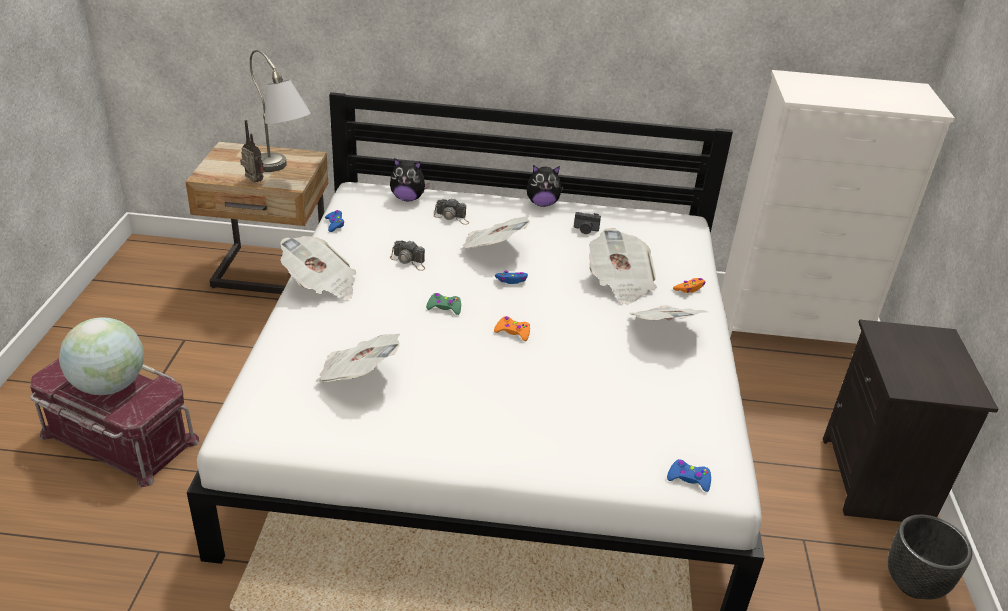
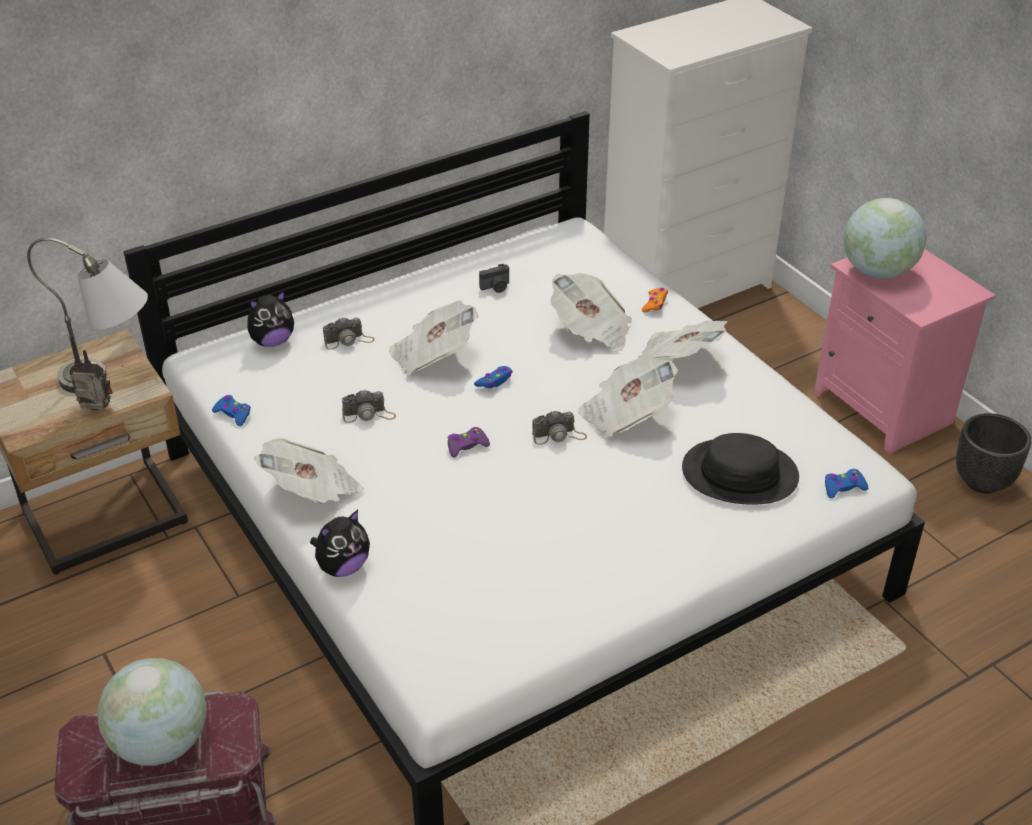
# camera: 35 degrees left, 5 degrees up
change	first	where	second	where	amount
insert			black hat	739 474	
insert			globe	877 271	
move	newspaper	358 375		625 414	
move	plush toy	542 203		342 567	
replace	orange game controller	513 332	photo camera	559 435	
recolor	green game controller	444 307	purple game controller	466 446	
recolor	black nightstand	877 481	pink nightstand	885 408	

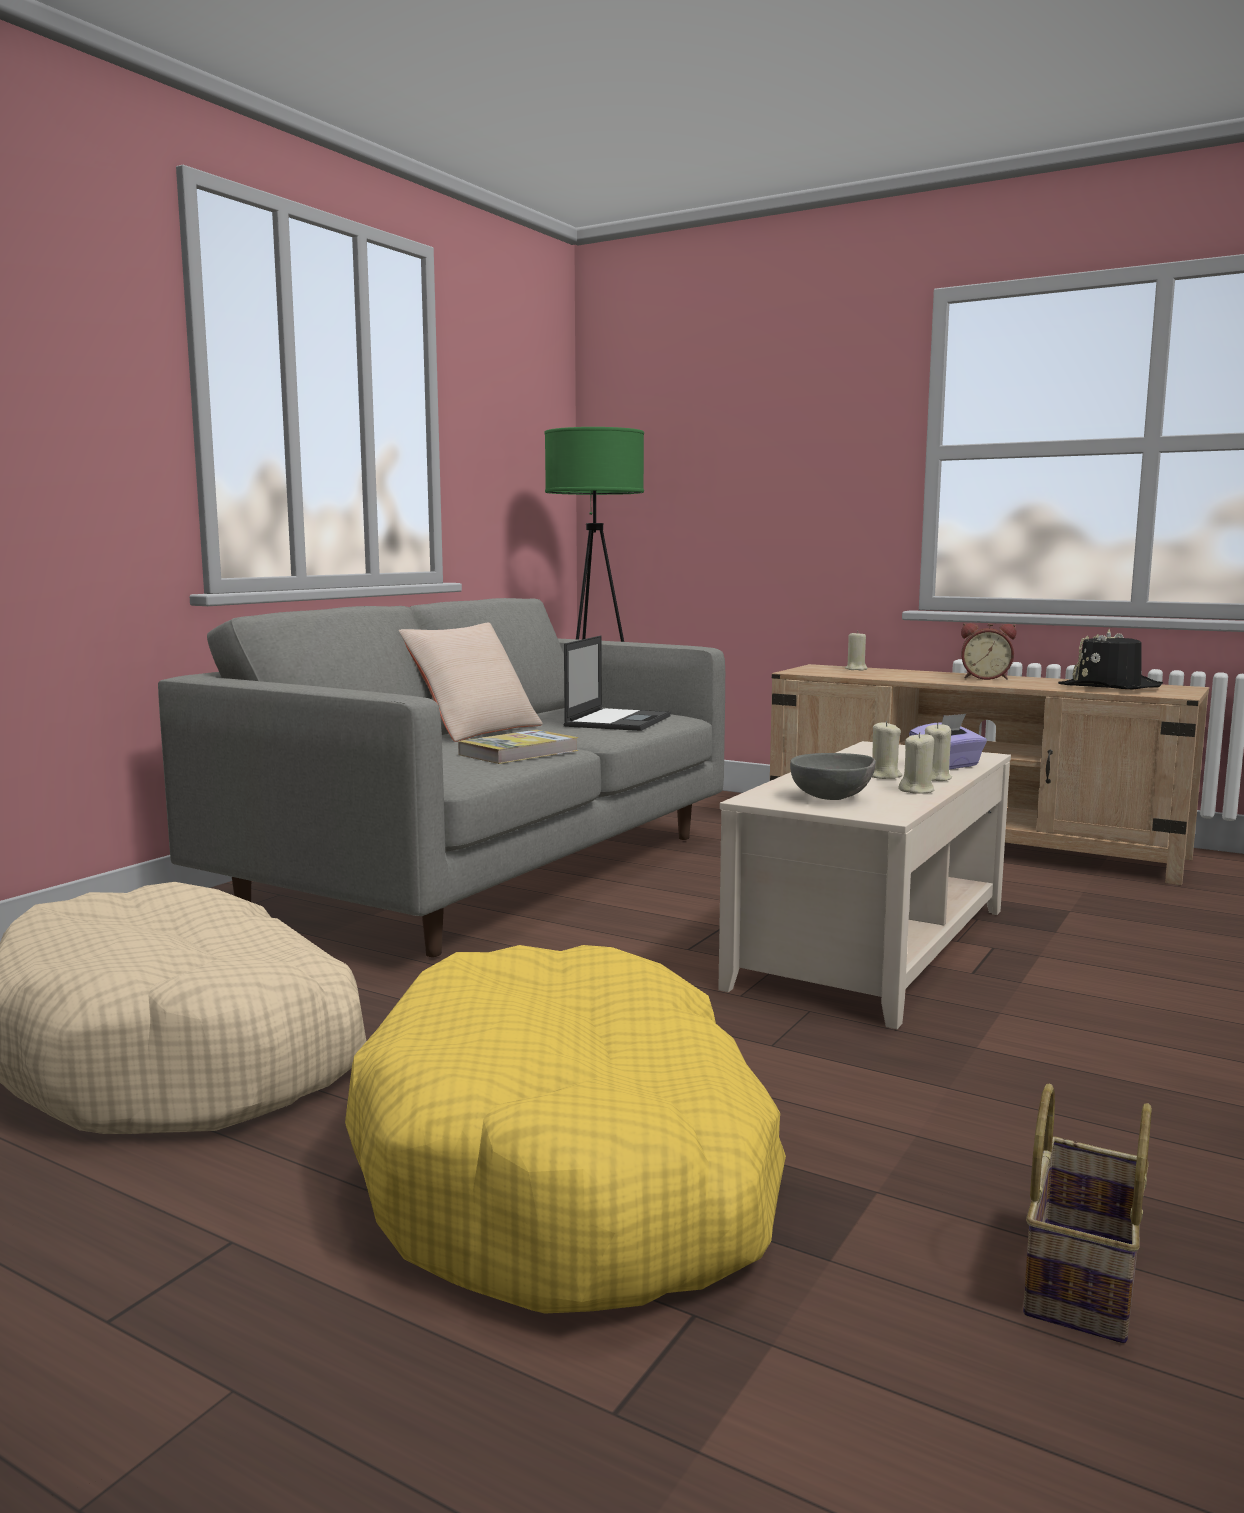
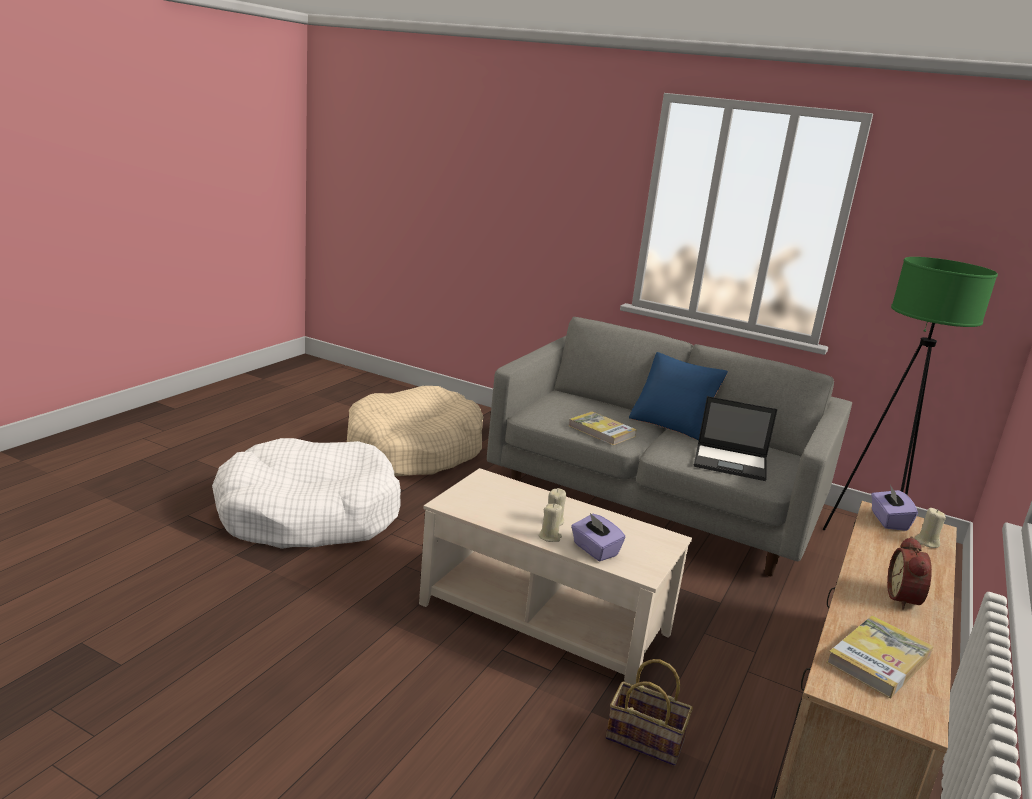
# camera: 85 degrees right, 10 degrees up
change	first	where	second	where	amount
delete	grey bowl	833 798			
delete	beige candle	917 790			
insert			purple tissue box	888 521	
move	basket	1079 1276		647 740	
replace	black hat	1109 687	book	878 659	
recolor	yellow dog bed	571 1171	white dog bed	308 514	
recolor	beige pillow	474 730	blue pillow	672 423	

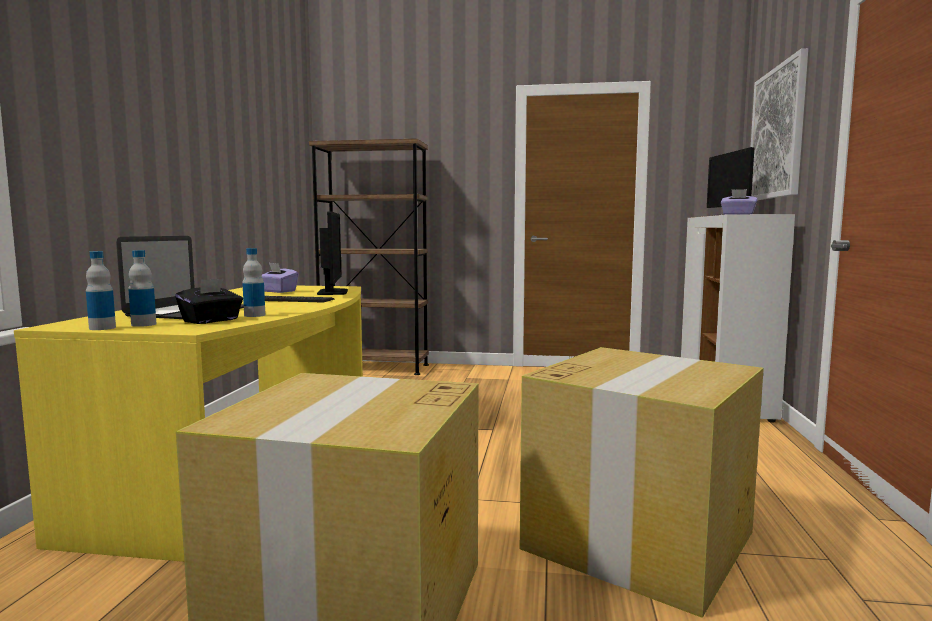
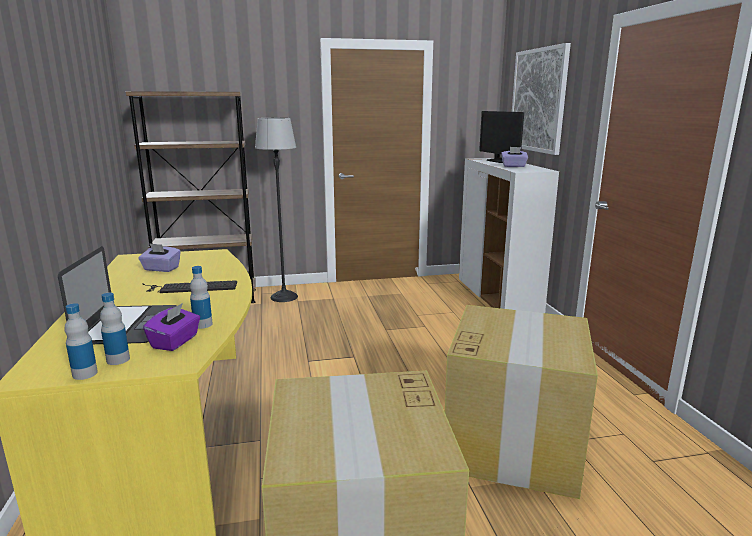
# camera: 20 degrees left, 10 degrees up
change	first	where	second	where	amount
delete	monitor	332 292			
insert			floor lamp	284 297	
recolor	black tissue box	211 320	purple tissue box	175 342	

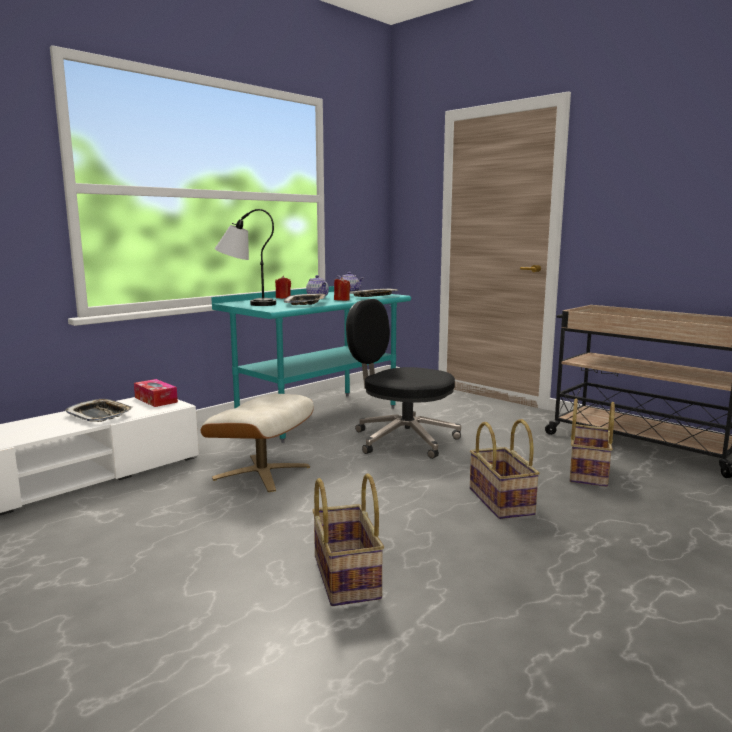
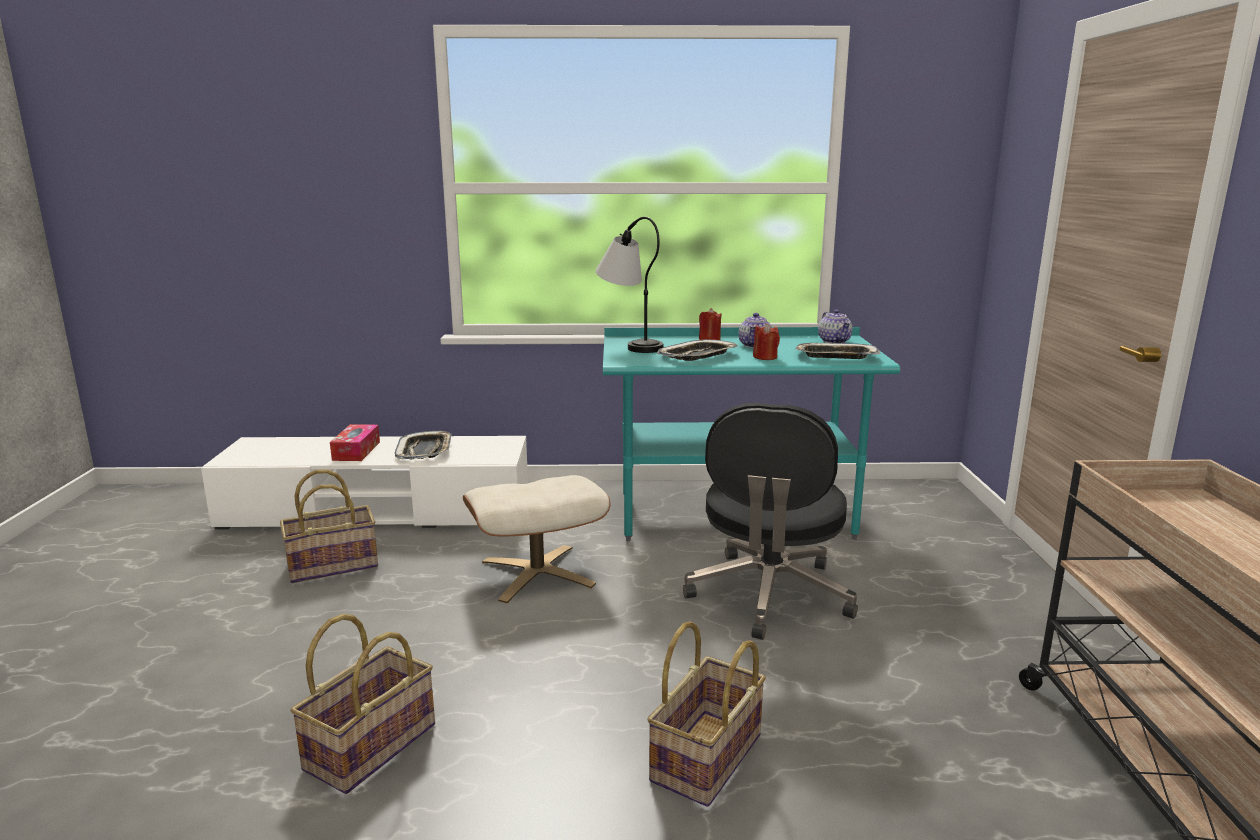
# camera: 45 degrees right, 5 degrees up
change	first	where	second	where	amount
move	tissue box	156 400		356 451	
move	basket	587 472		333 565	
rotate	black office chair	402 439		769 595	150 degrees counterclockwise

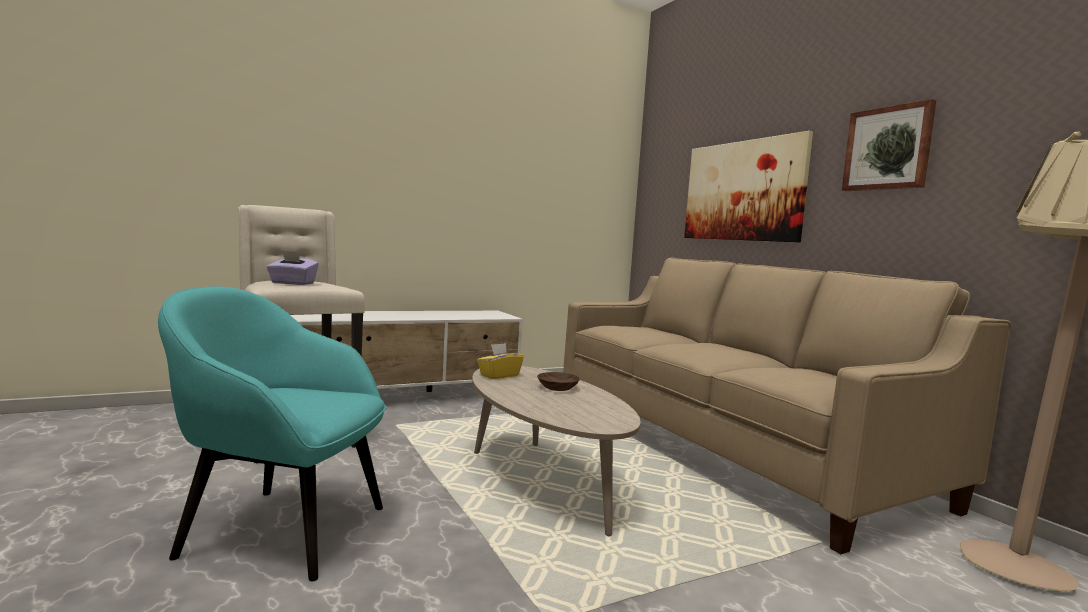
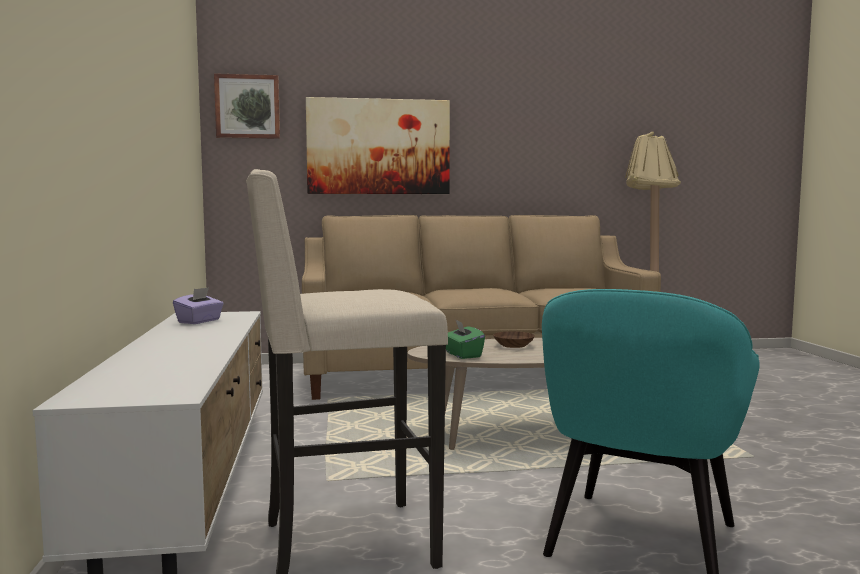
# camera: 70 degrees left, 0 degrees up
change	first	where	second	where	amount
move	purple tissue box	292 283		199 321	
move	picture	888 149		247 107	
recolor	yellow tissue box	499 375	green tissue box	462 355	

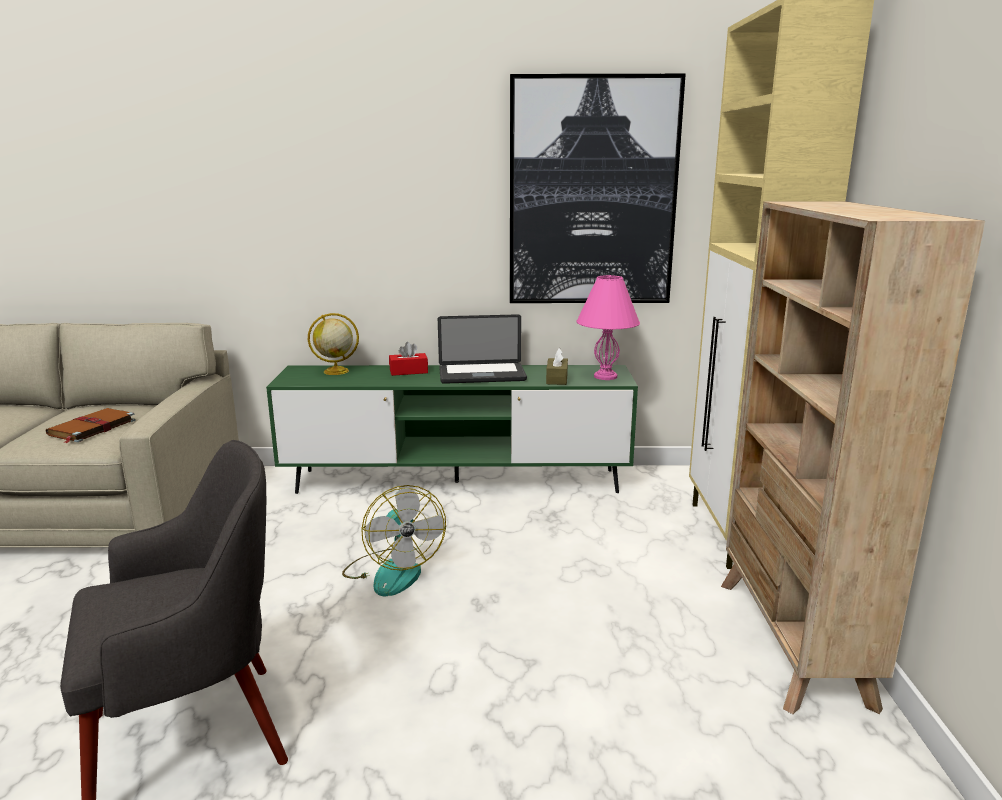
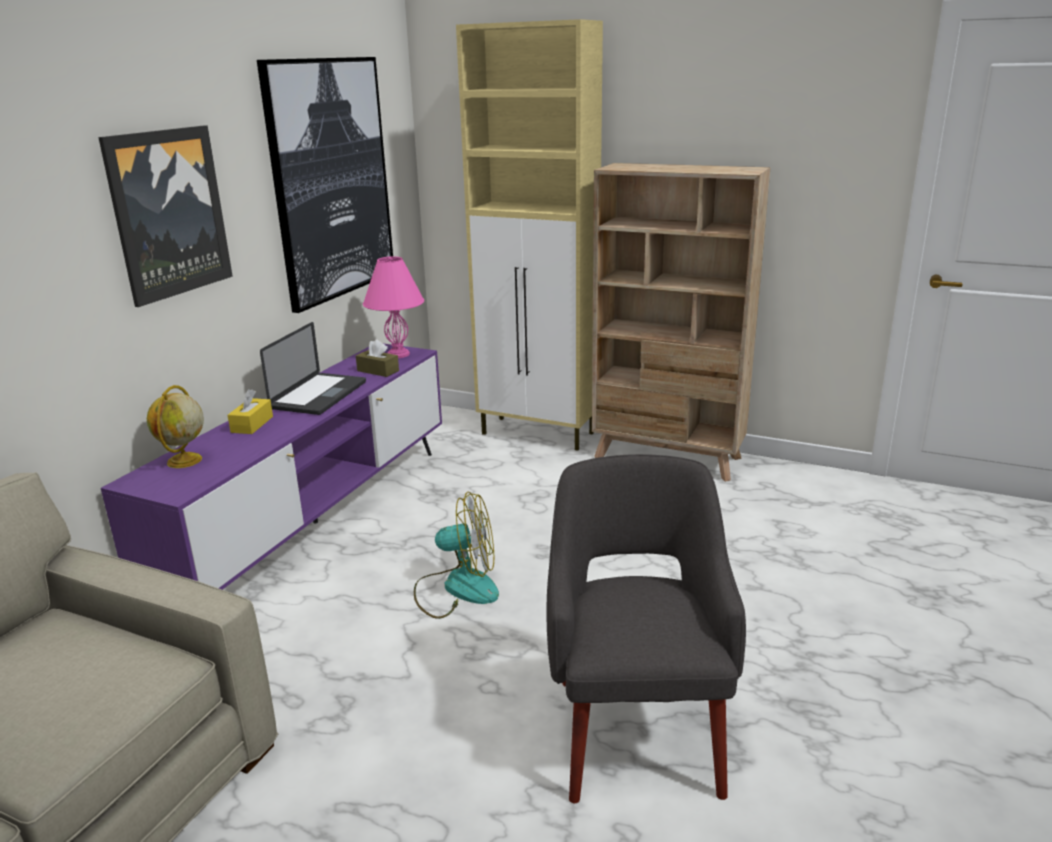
# camera: 65 degrees left, 5 degrees up
change	first	where	second	where	amount
delete	brown book	91 428			
insert			picture	168 213	
recolor	green tv stand	456 482	purple tv stand	316 522	
recolor	red tissue box	408 371	yellow tissue box	252 424	

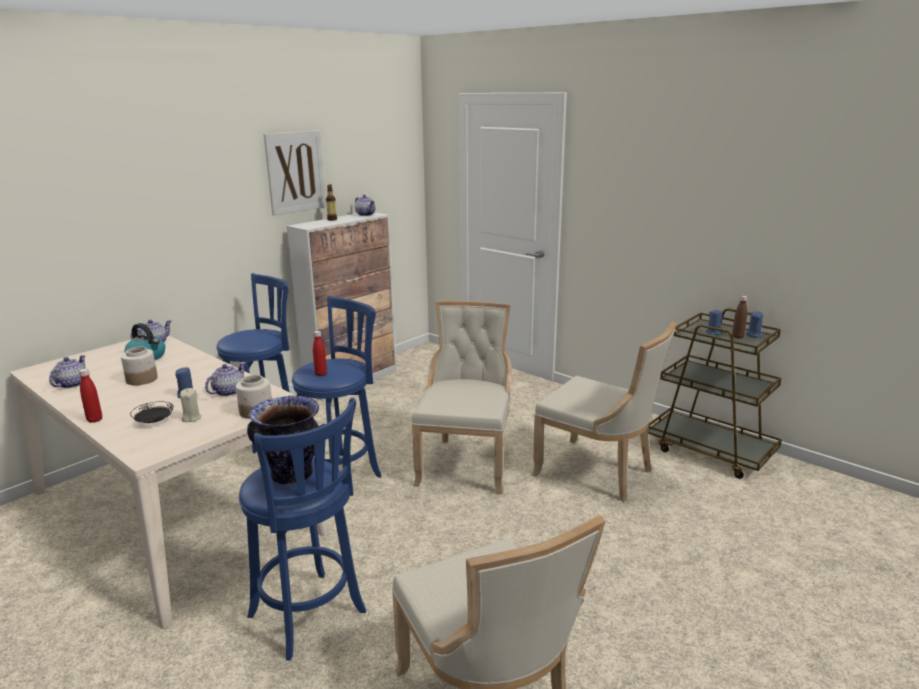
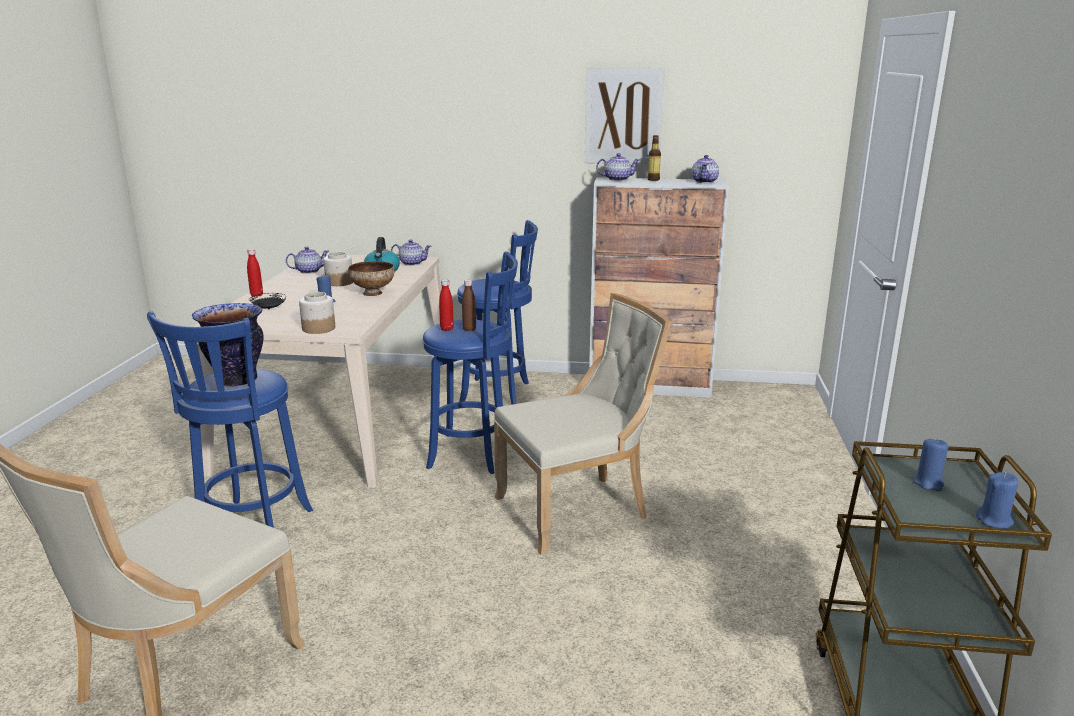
# camera: 55 degrees right, 0 degrees up
change	first	where	second	where	amount
delete	beige candle	191 418			
delete	beige chair	598 472			
insert			bowl	373 293	
move	teapot	227 392		617 179	
move	brown bottle	738 337		469 329	

